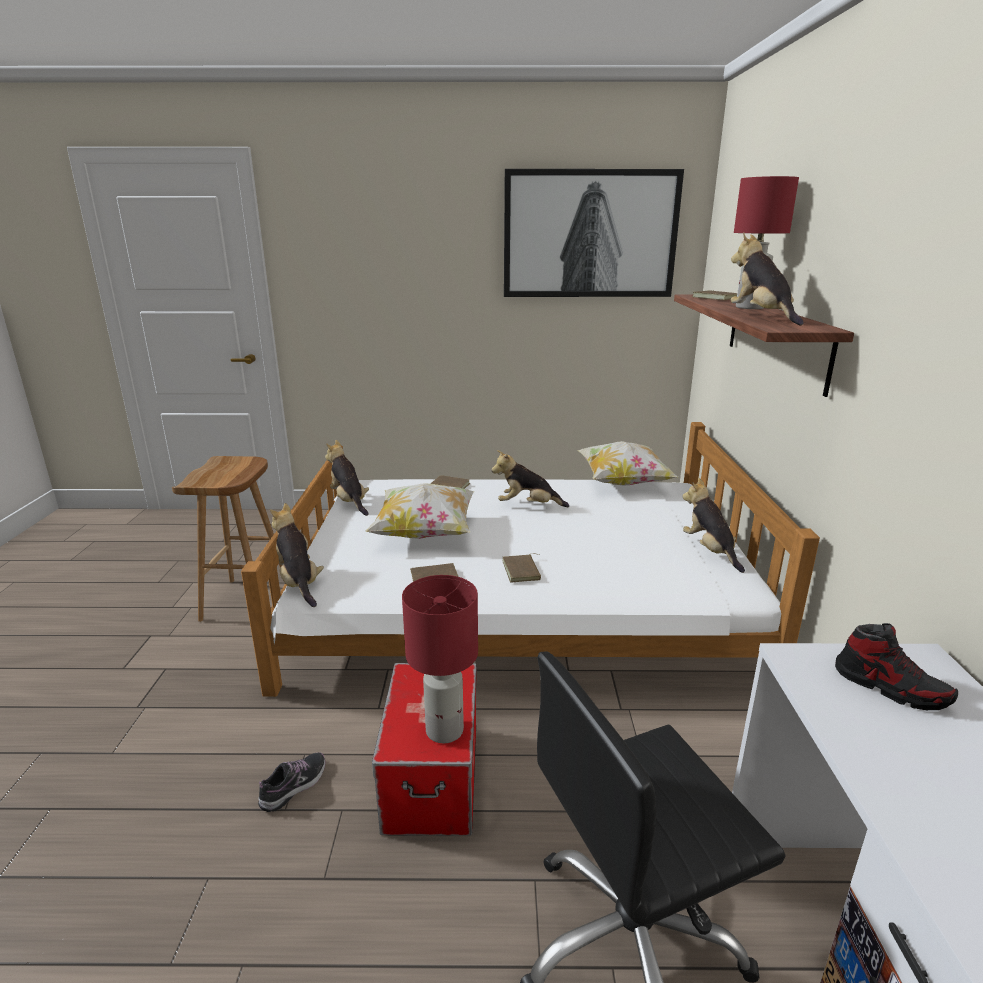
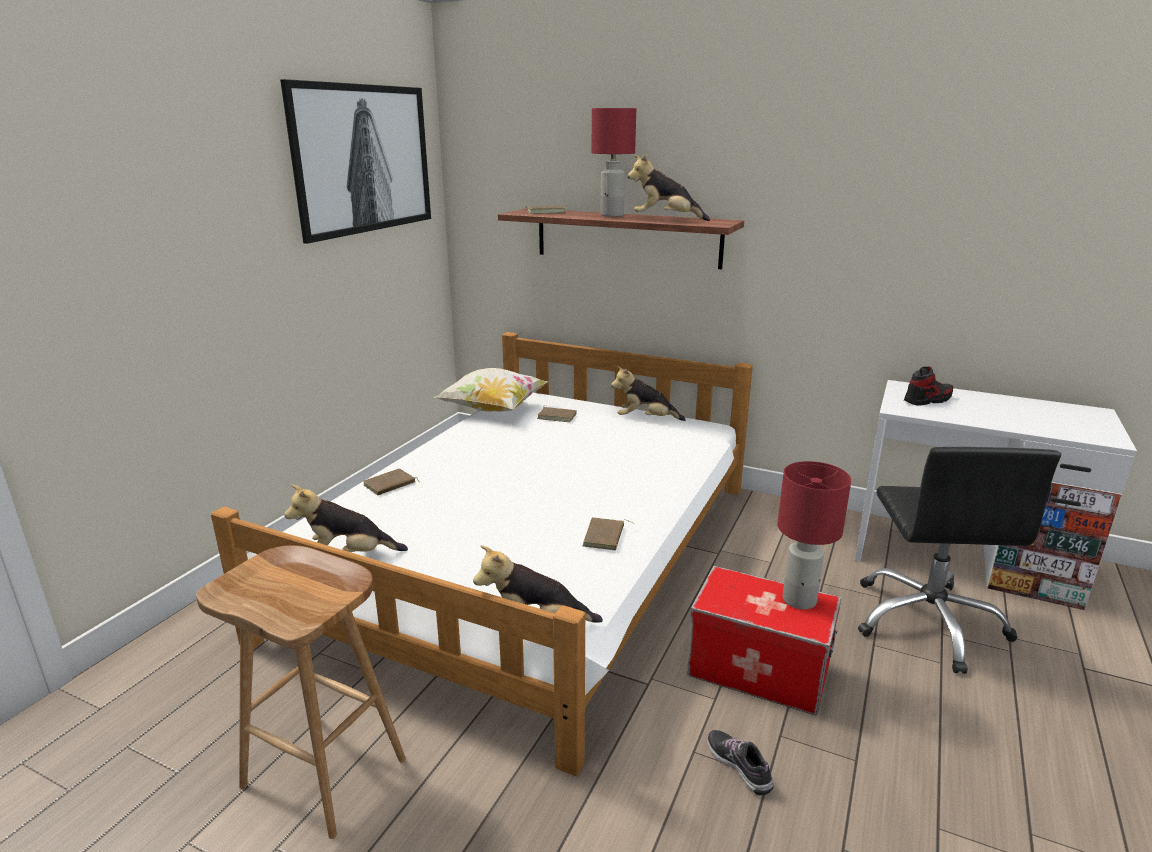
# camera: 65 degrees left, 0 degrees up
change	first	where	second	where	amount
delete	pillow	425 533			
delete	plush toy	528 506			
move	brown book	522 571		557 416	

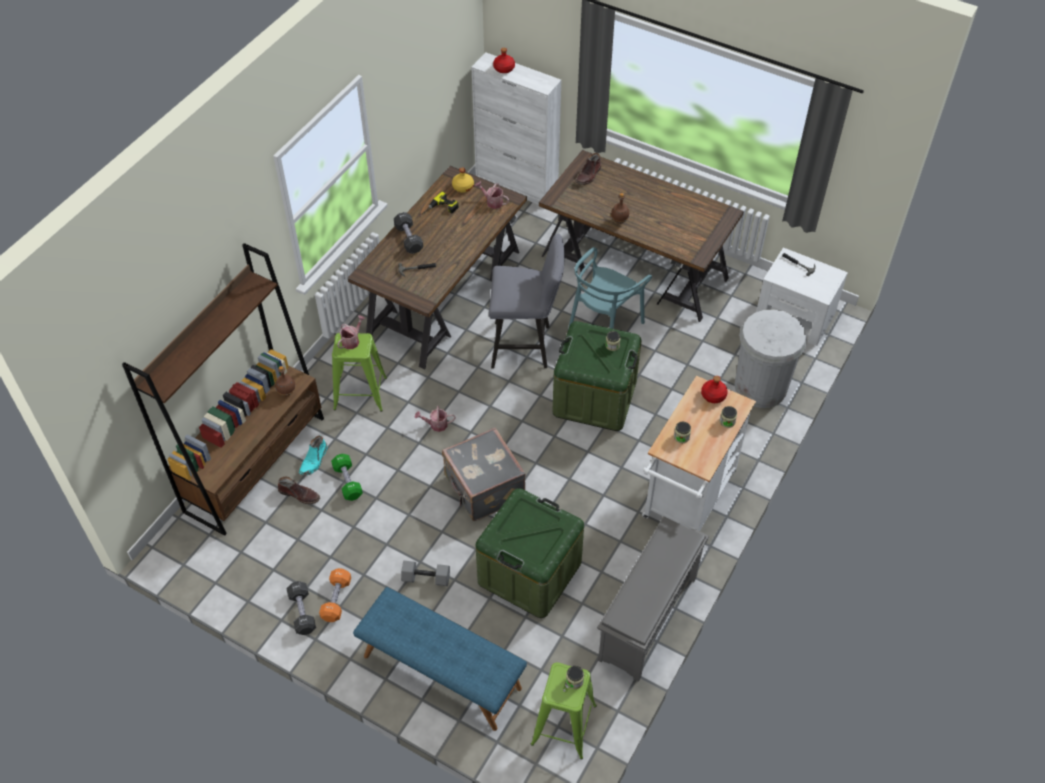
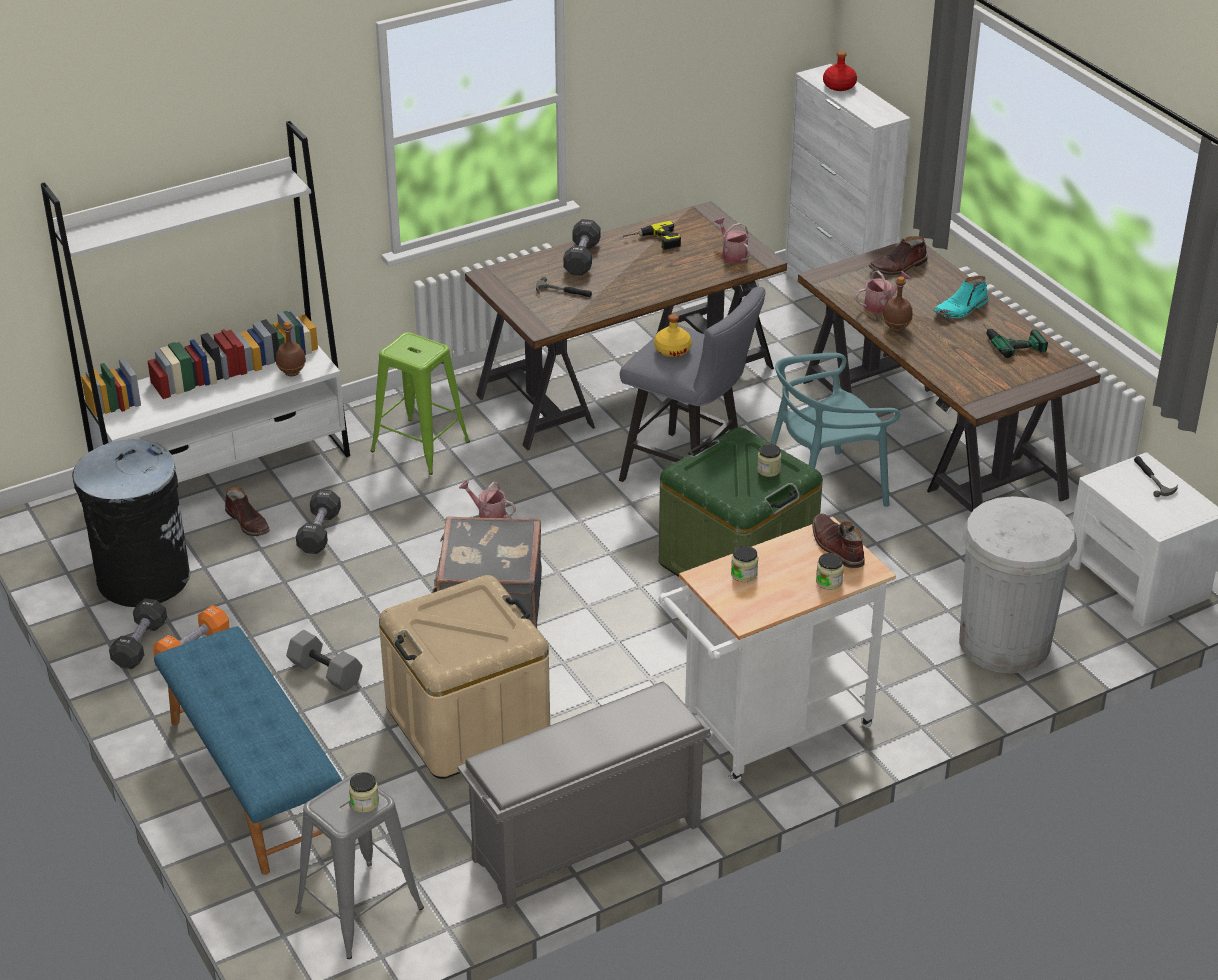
# camera: 30 degrees right, 15 degrees down
change	first	where	second	where	amount
insert			black trash can	142 578	
insert			power drill	1012 341	
move	turquoise boot	314 460		961 309	
move	watering can	352 340		880 305	
move	yellow bottle	463 187		672 350	
replace	red bottle	713 395	brown boot	836 547	
recolor	brown bookcase	256 464	white bookcase	224 471	
recolor	green dumbbell	347 482	black dumbbell	319 532	
recolor	green storage box	529 572	beige storage box	467 722	
recolor	green stool	563 725	grey stool	358 910	

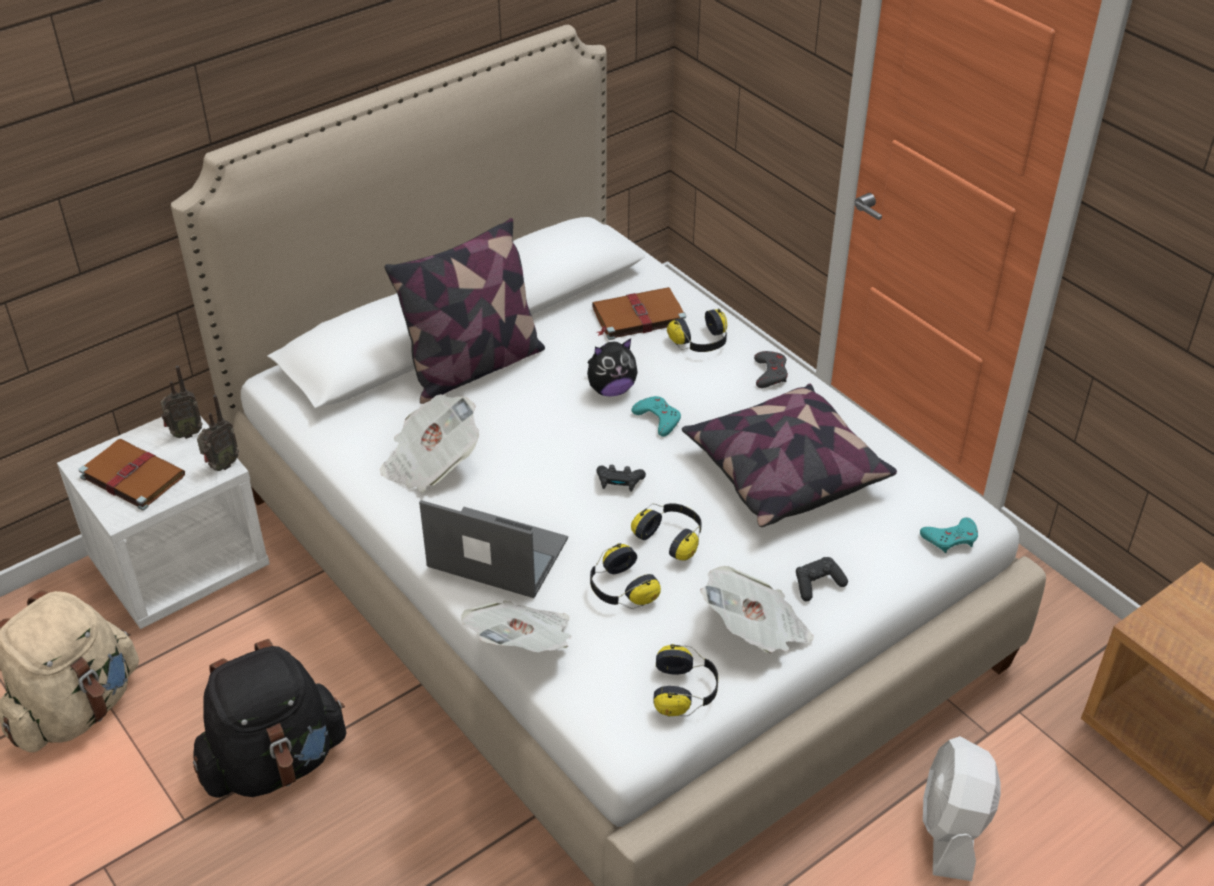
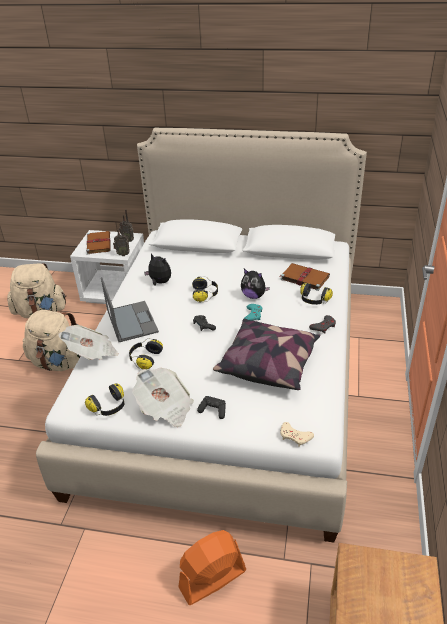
# camera: 50 degrees right, 5 degrees down
change	first	where	second	where	amount
delete	pillow	473 366			
move	headphones	671 538		205 294	
replace	newspaper	430 463	plush toy	159 282	
recolor	black backpack	275 762	beige backpack	58 362	
recolor	turquoise game controller	950 538	beige game controller	295 436	
recolor	white fan	952 829	orange fan	212 579	

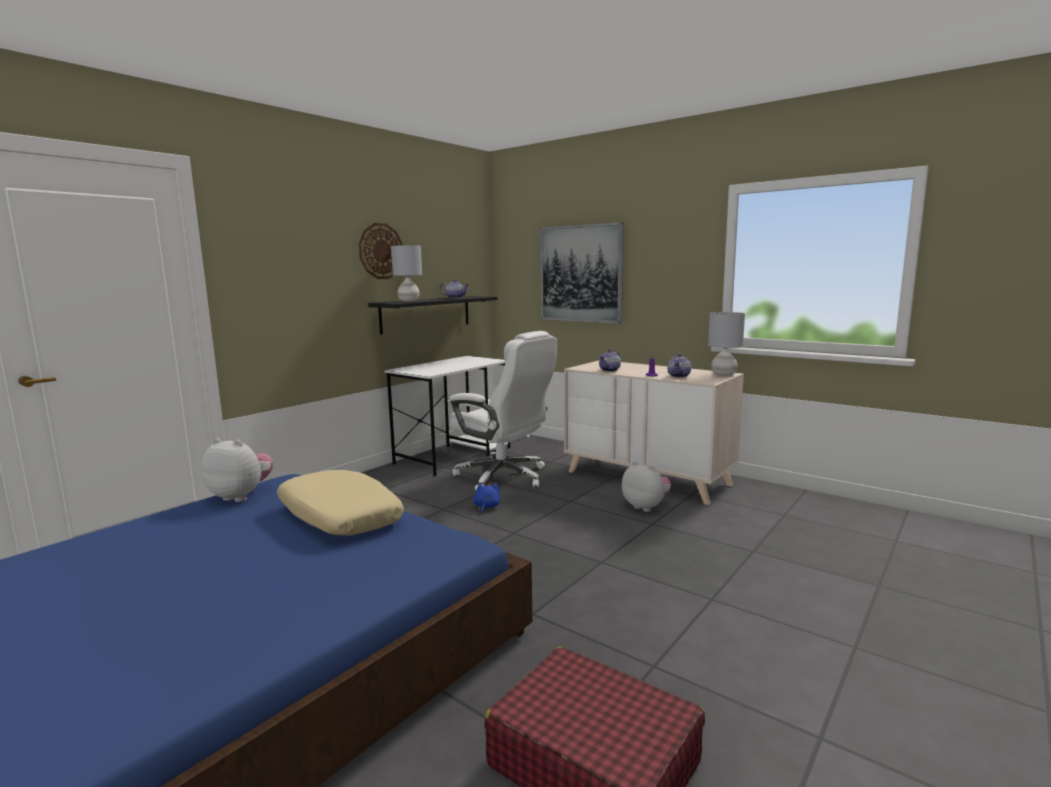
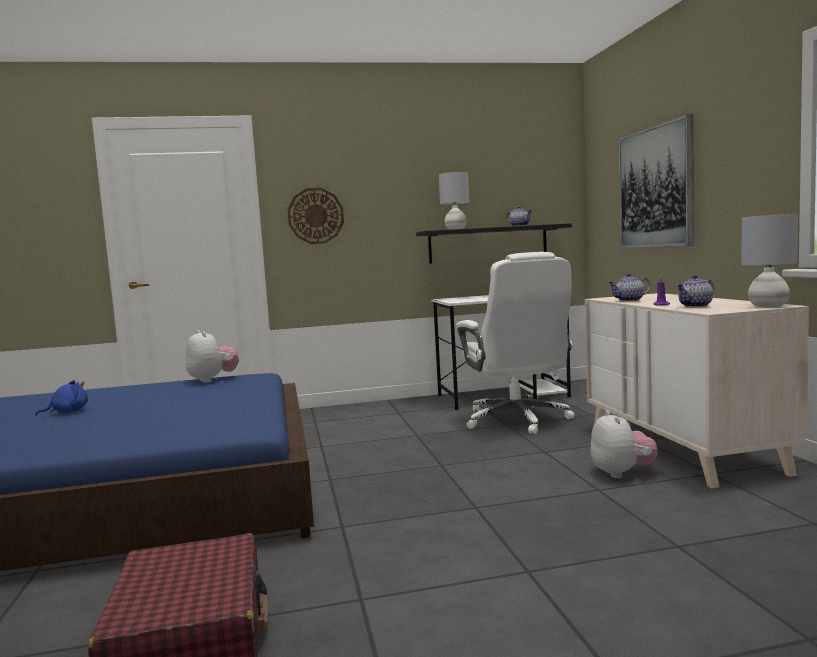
# camera: 40 degrees right, 5 degrees down
change	first	where	second	where	amount
delete	beige pillow	338 517			
move	wall clock	381 251		315 216	
move	blue plush toy	486 507		67 412	

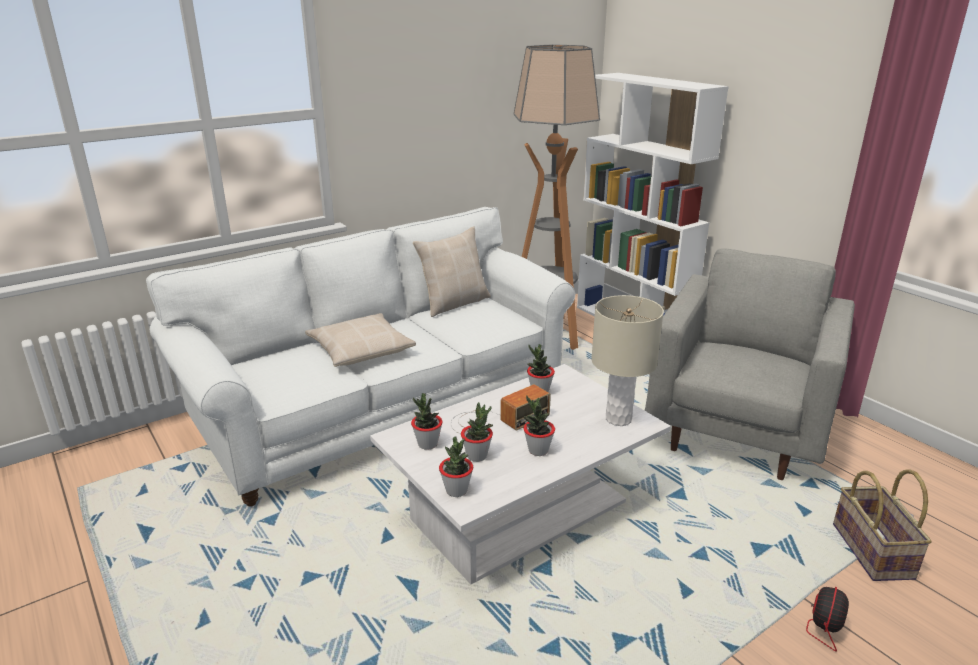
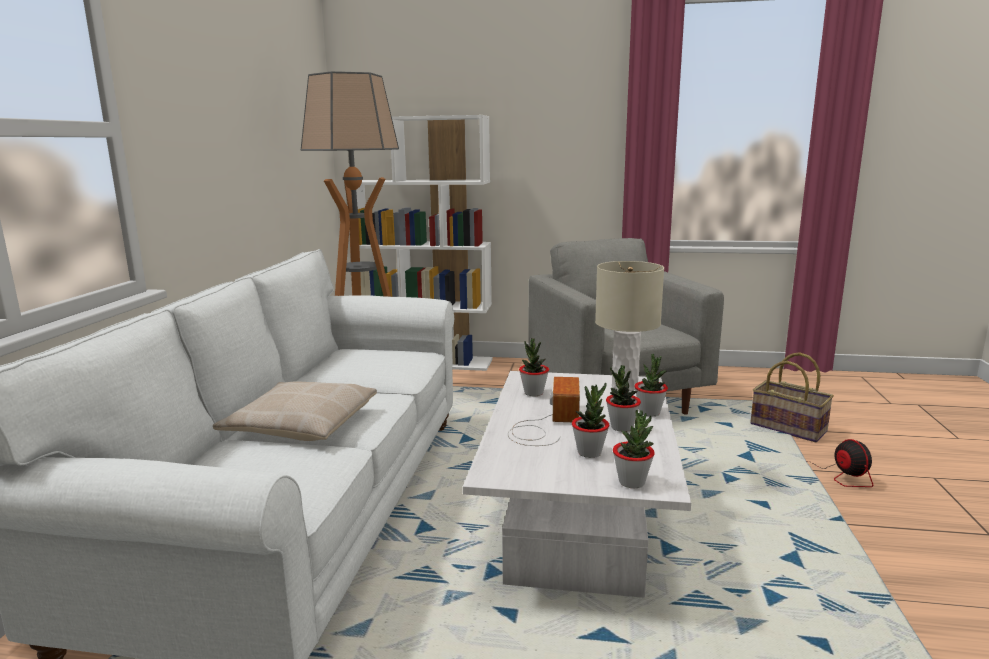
# camera: 45 degrees left, 10 degrees down
change	first	where	second	where	amount
delete	beige pillow	454 303			
move	potted plant	427 444		649 412	

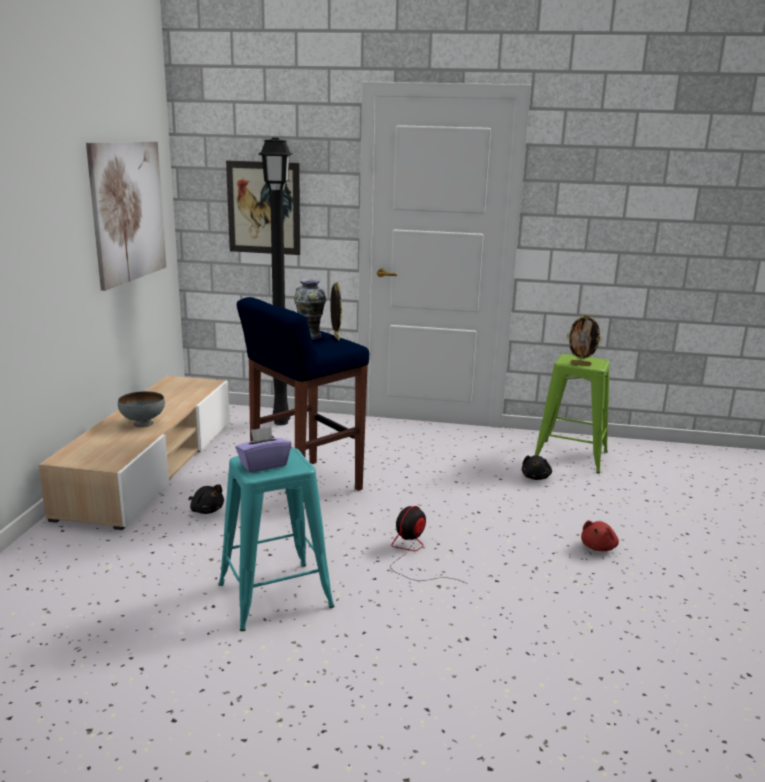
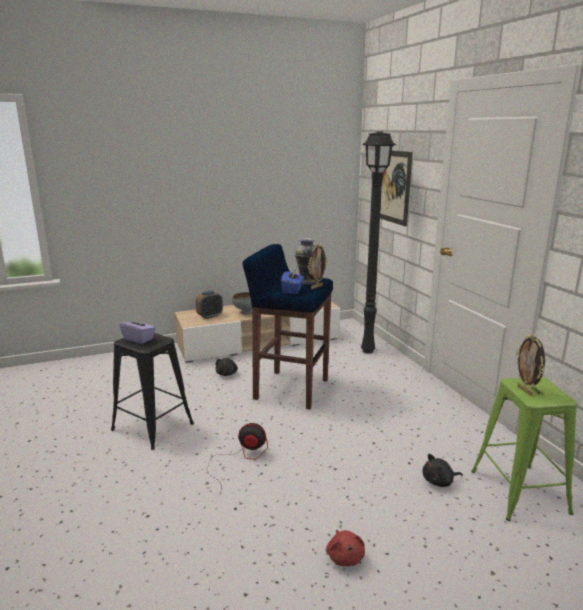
# camera: 60 degrees right, 0 degrees up
change	first	where	second	where	amount
delete	picture	128 212			
insert			alarm clock	210 316	
insert			blue tissue box	292 290	
recolor	turquoise stool	276 595	black stool	153 427	
rotate	red plush toy	599 547		345 556	105 degrees counterclockwise

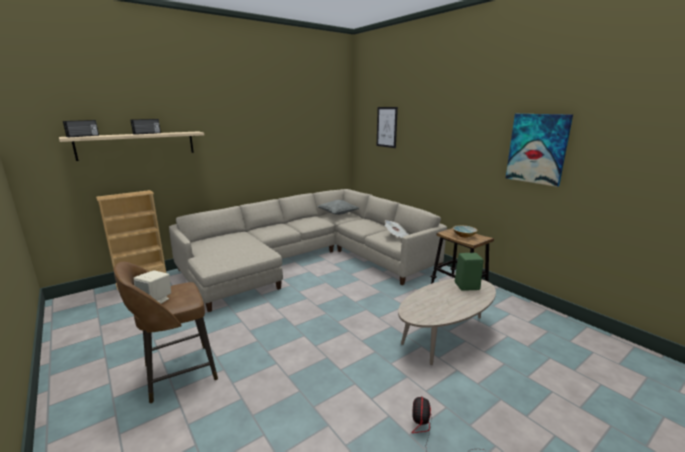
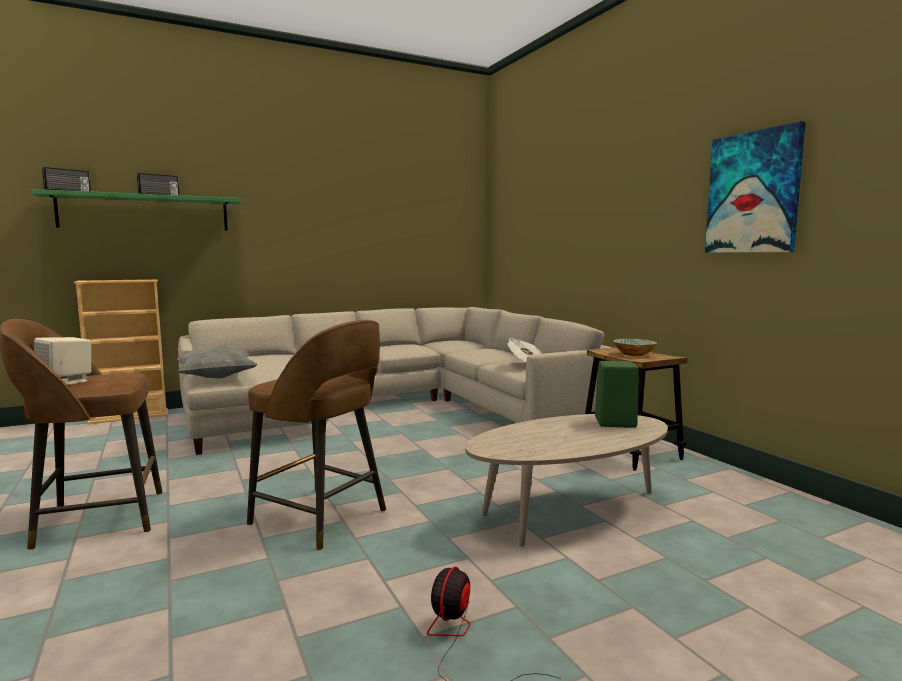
# camera: 10 degrees right, 10 degrees down
change	first	where	second	where	amount
delete	picture	386 127			
insert			brown stool	321 518	
move	grey pillow	338 214		217 378	
recolor	beige shelf	137 145	green shelf	145 212	

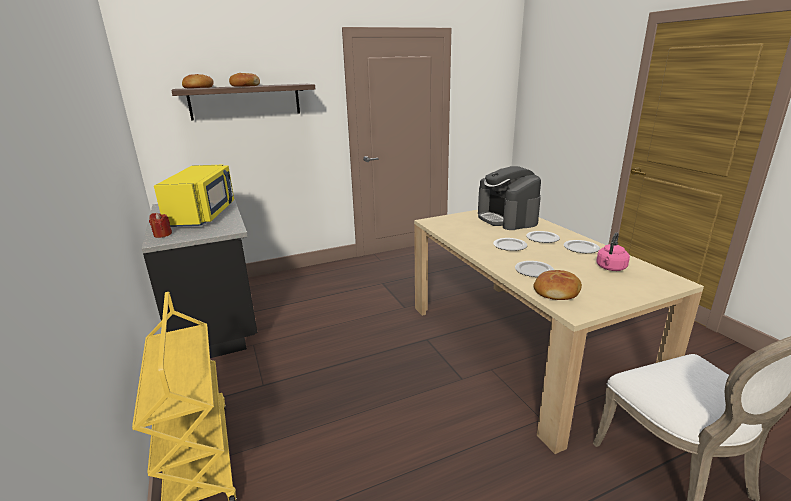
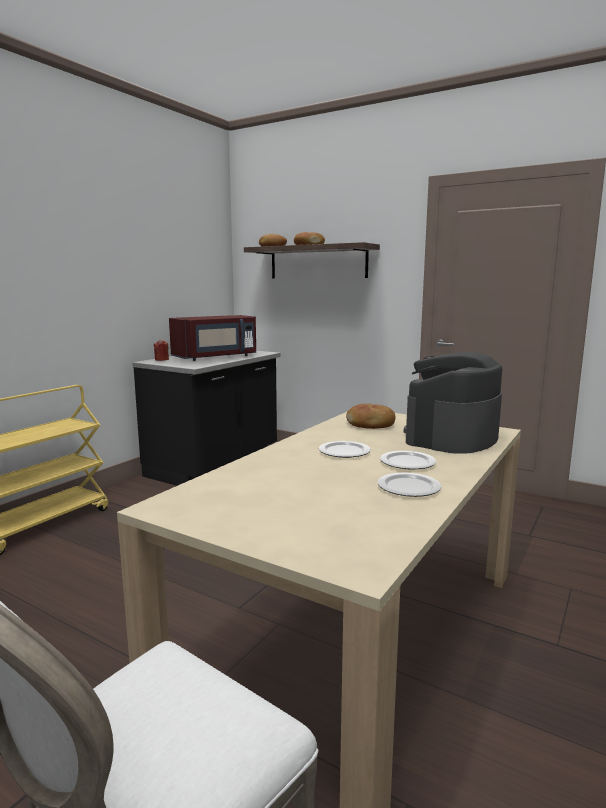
# camera: 55 degrees right, 10 degrees down
change	first	where	second	where	amount
delete	plate	533 271			
delete	pink kettle	610 268			
move	bread	557 292		370 425	
recolor	yellow microwave	203 215	red microwave	216 357	

